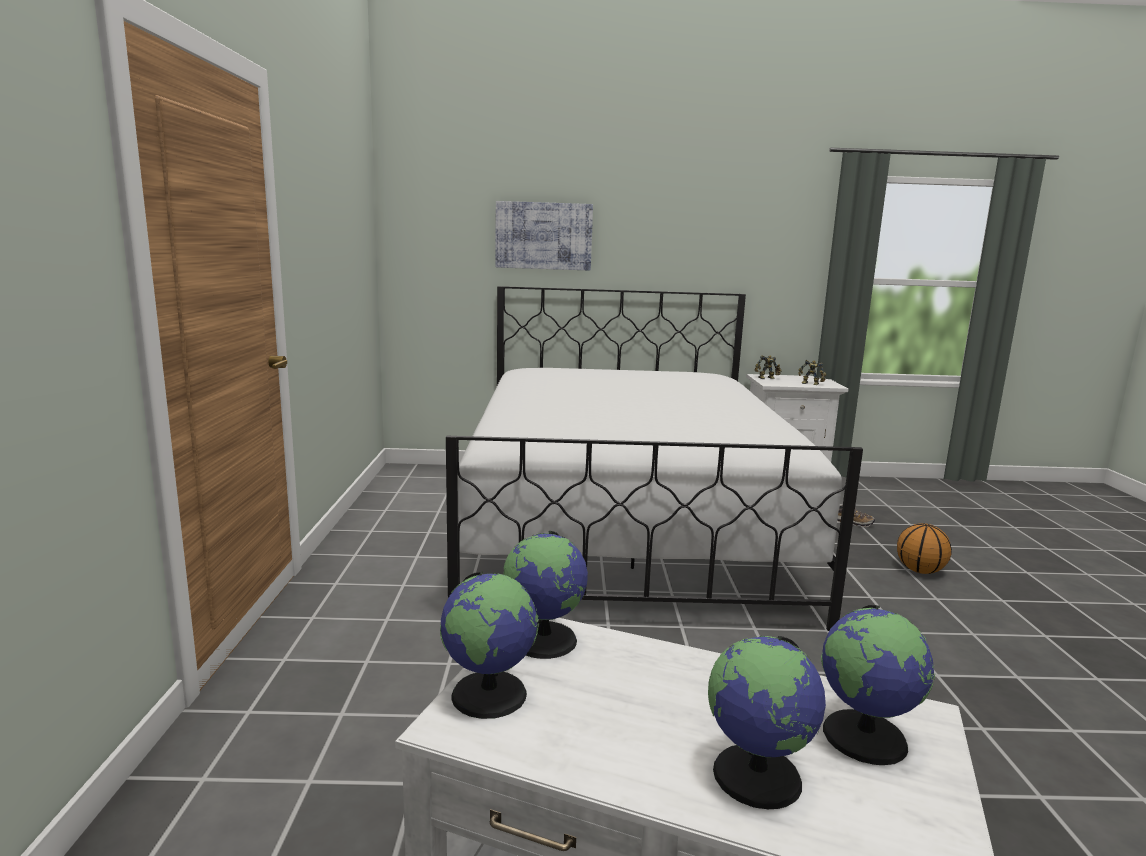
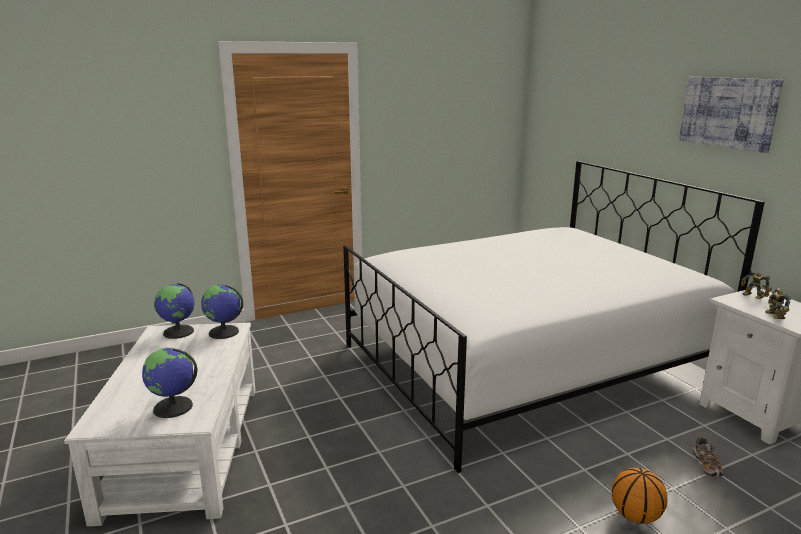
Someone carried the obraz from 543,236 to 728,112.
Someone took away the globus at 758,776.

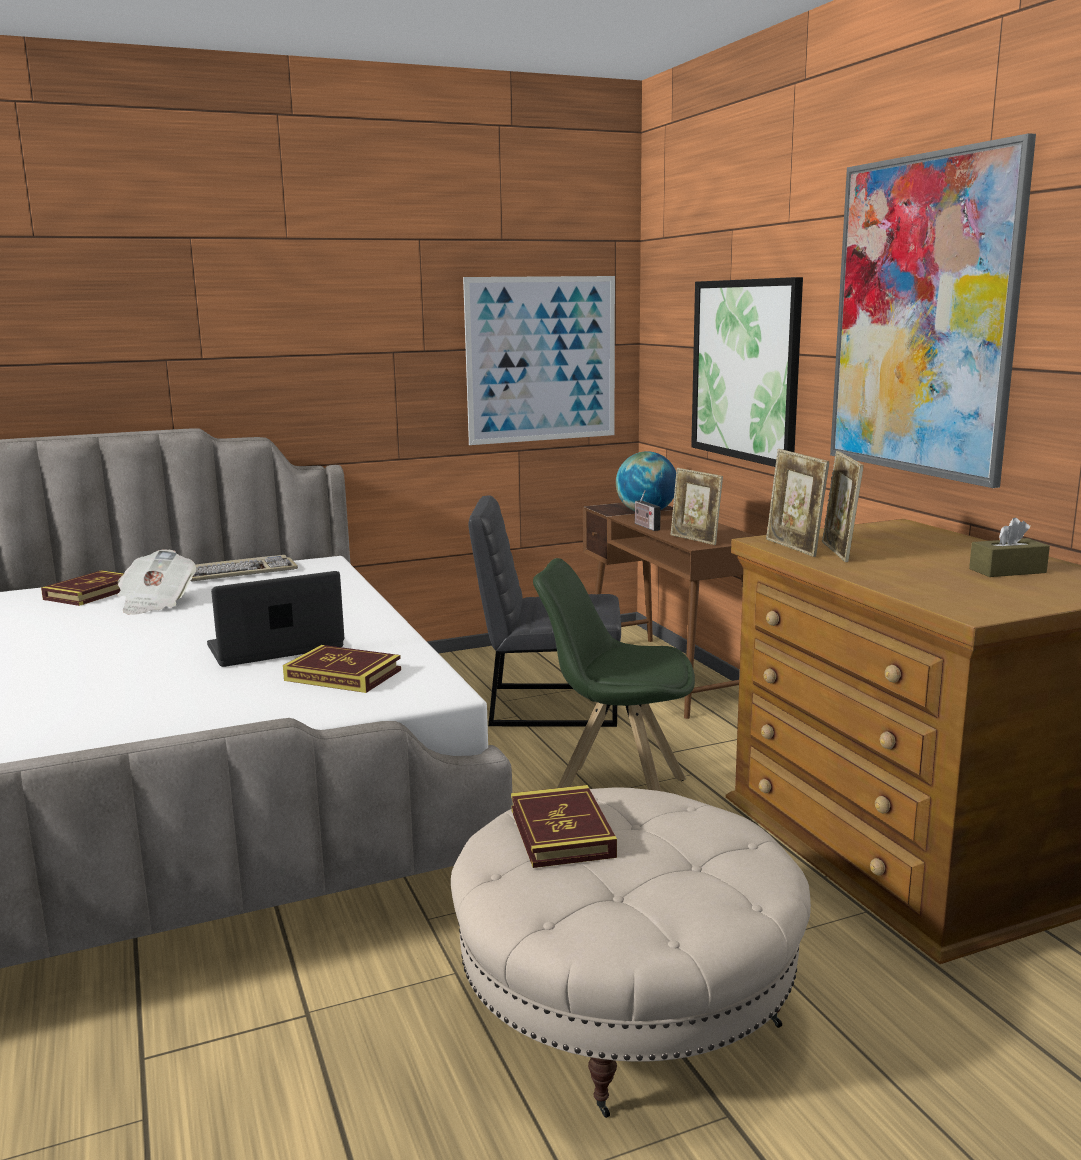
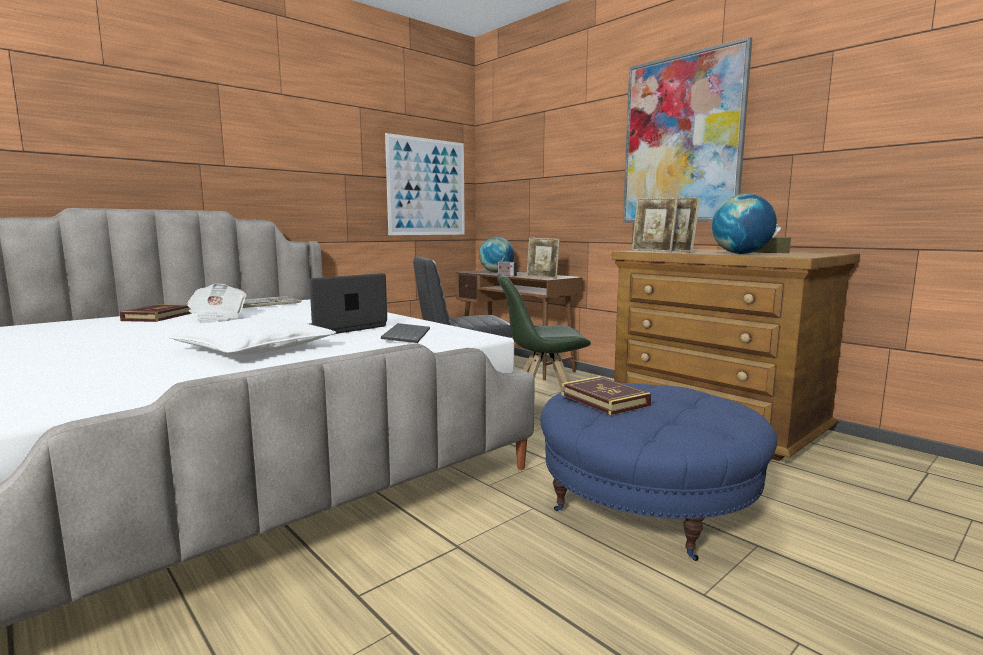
Someone put down the poduszka [biały] at 255,349.
Someone swapped the książka at 343,675 for the klawiatura at 405,335.
Someone repainted the pufa [beżowy] at 626,1003, which became the pufa [niebieski] at 647,504.
Someone put down the globus at 741,253.
Someone took away the obraz at 745,370.

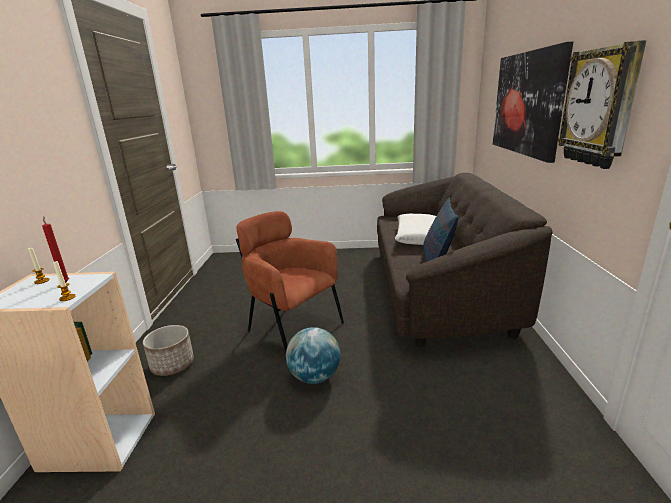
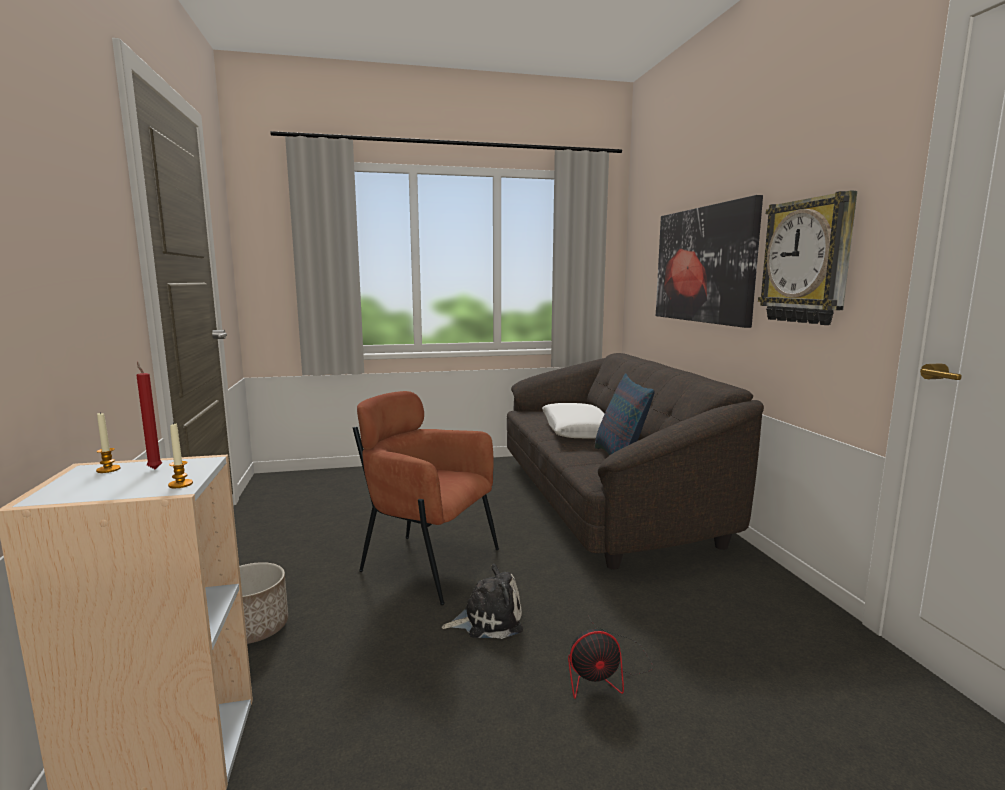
Someone swapped the globus at 315,377 for the pluszak at 488,620.
Someone put down the wentylator at 605,672.

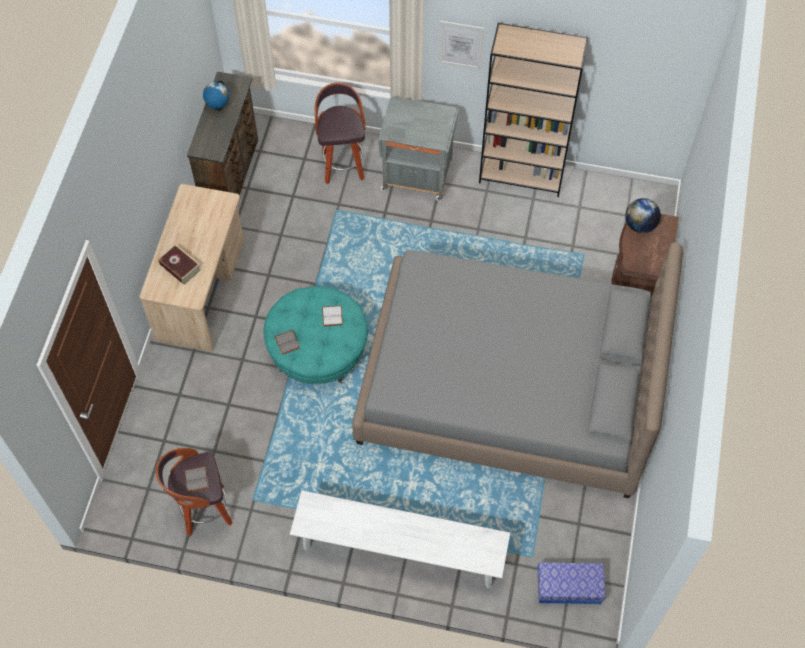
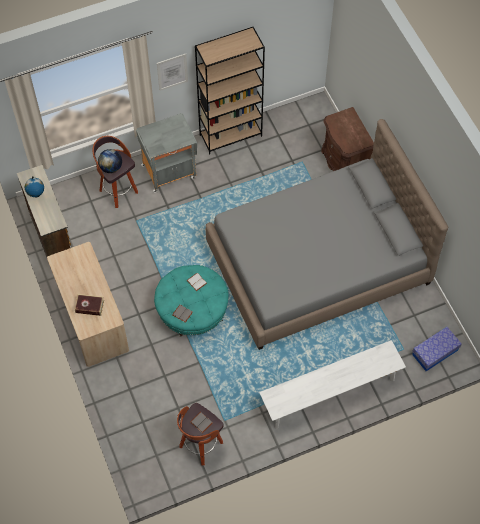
Someone carried the globus from 640,225 to 111,167.

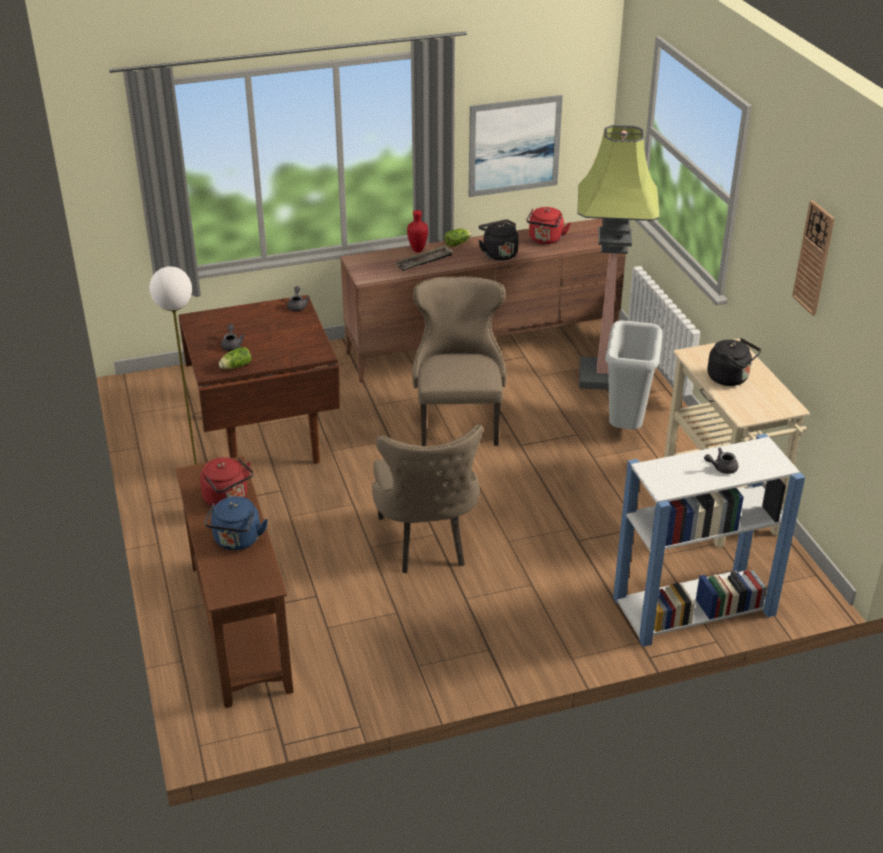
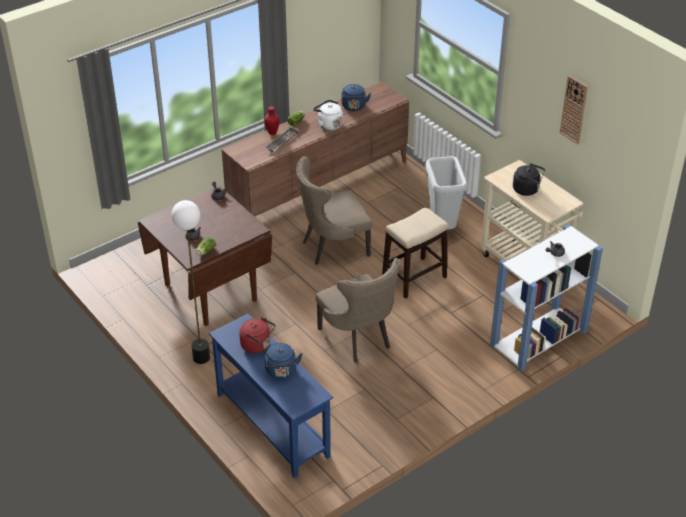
Someone repainted the stolik konsolowy [brązowy] at 239,627, which became the stolik konsolowy [niebieski] at 272,425.
Someone rotated the krzesło [beżowy] at 458,420 by 90 degrees counterclockwise.
Someone repainted the czajnik [czarny] at 498,254, which became the czajnik [biały] at 328,124.
Someone repainted the czajnik [czerwony] at 545,240, which became the czajnik [niebieski] at 354,107.
Someone put down the stołek at 413,278.
Someone took away the obraz at 514,146.
Someone took away the lampa stojąca at 603,376.

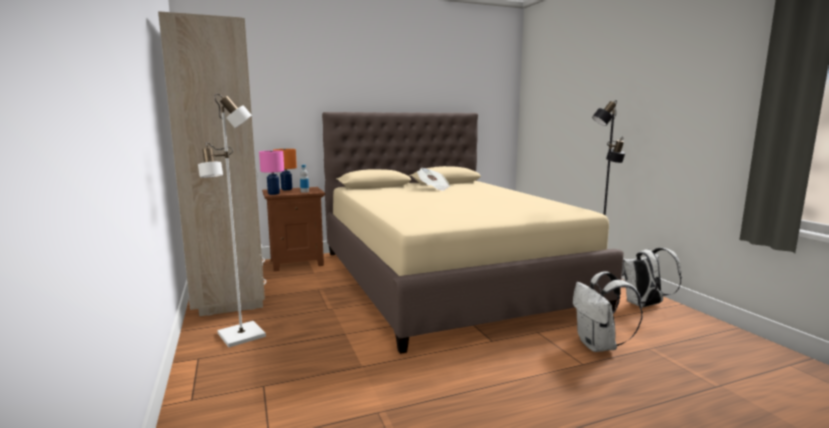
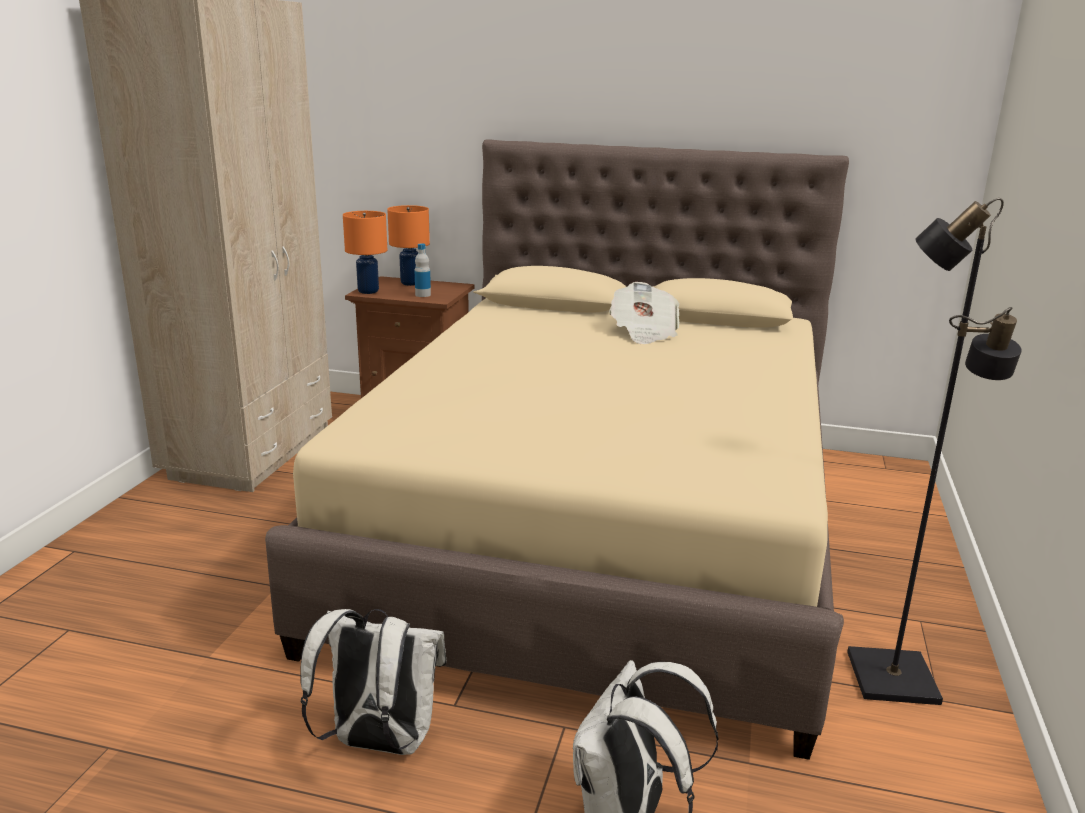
Someone carried the plecak [biały] from 644,305 to 378,743.
Someone repainted the lampa stołowa [różowy] at 273,194, which became the lampa stołowa [pomarańczowy] at 367,292.
Someone took away the lampa stojąca [biały] at 241,335.

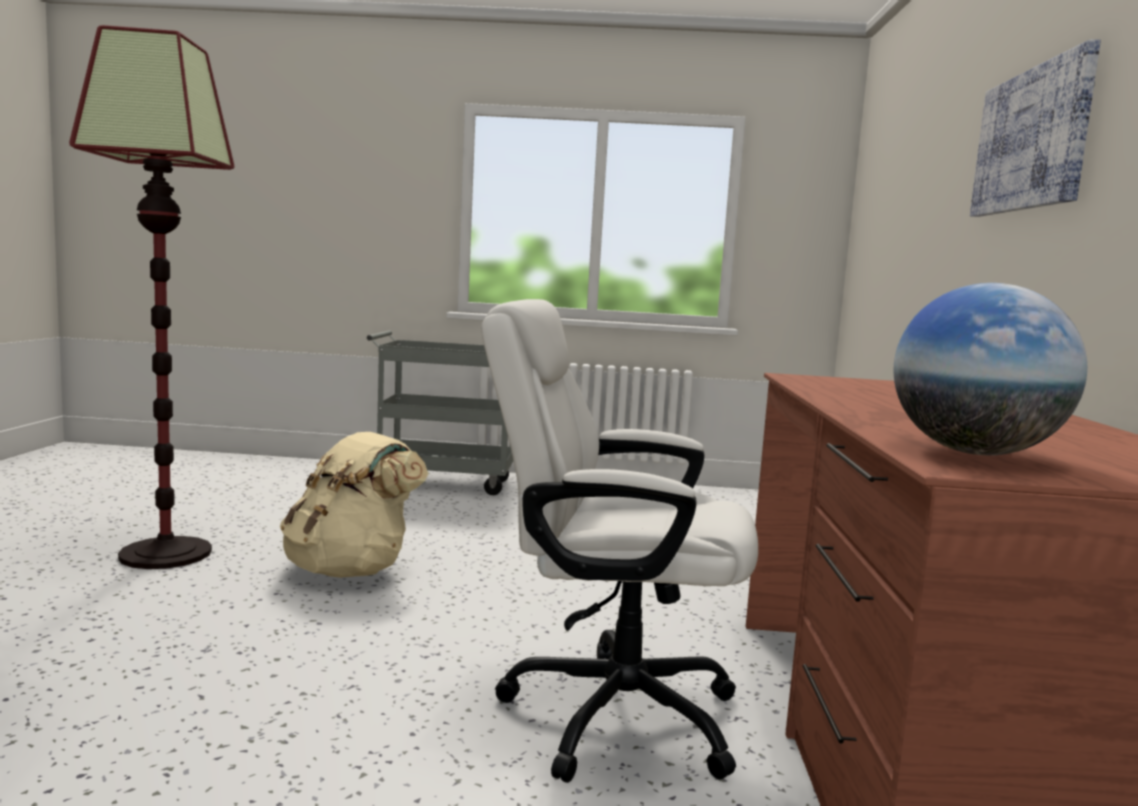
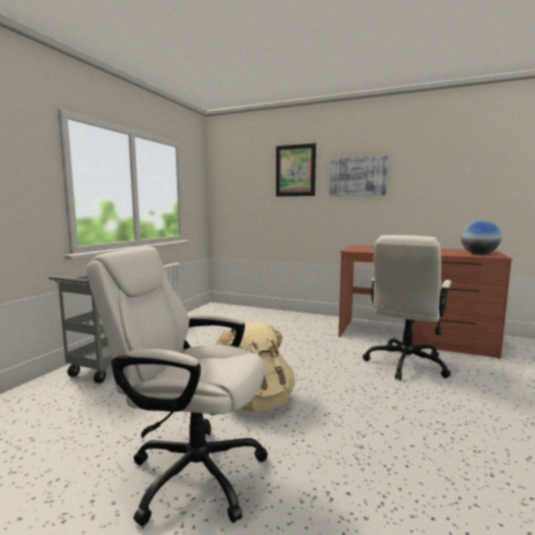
Someone swapped the lampa stojąca at 167,553 for the krzesło biurowe [biały] at 190,473.
Someone put up the obraz at 295,170.

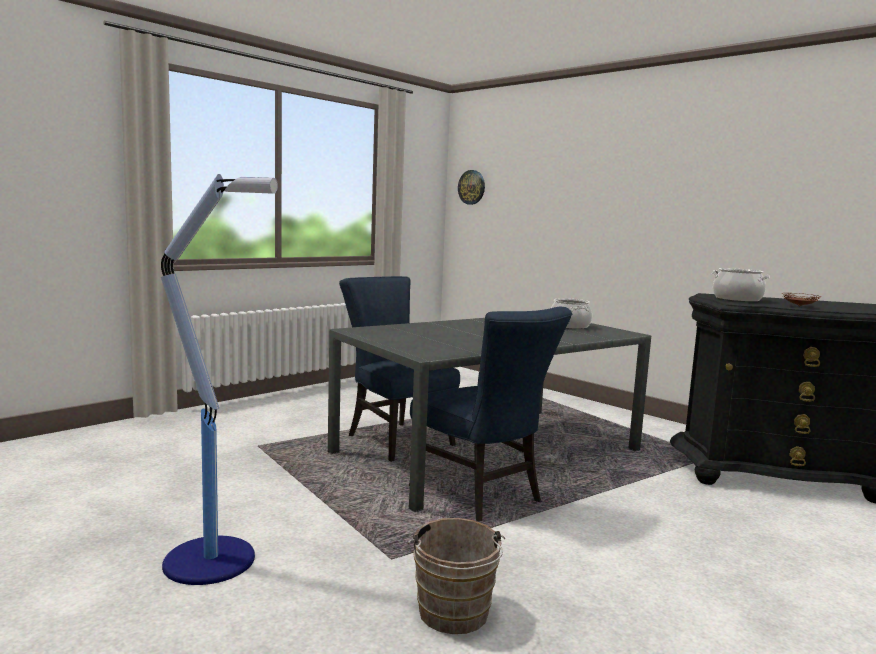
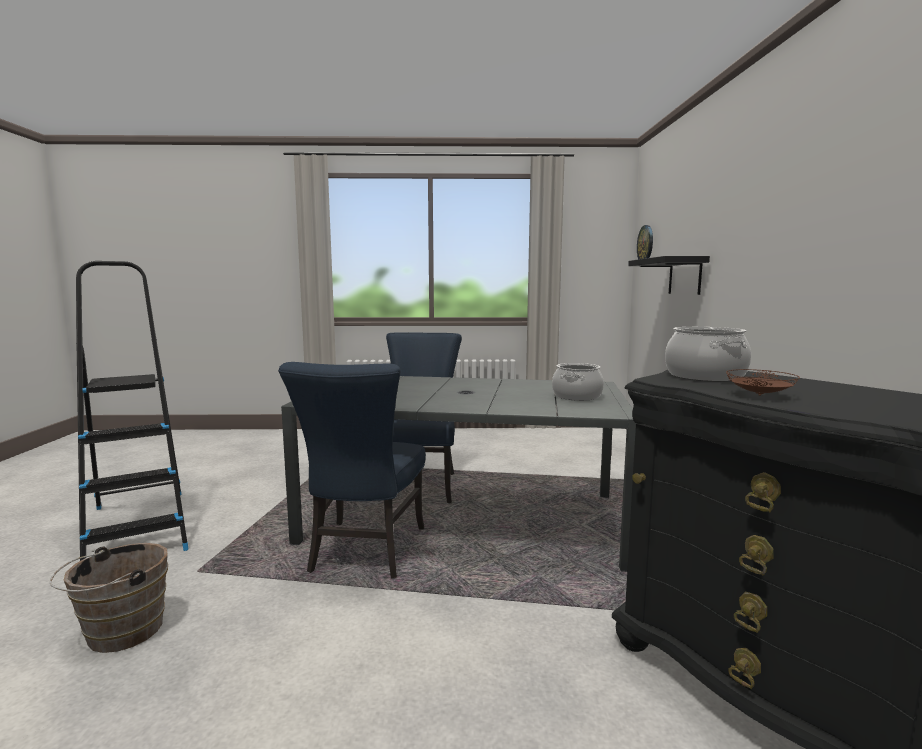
Someone swapped the lampa stojąca at 213,561 for the drabinka [czarny] at 139,527.
Someone put up the półka [czarny] at 685,276.

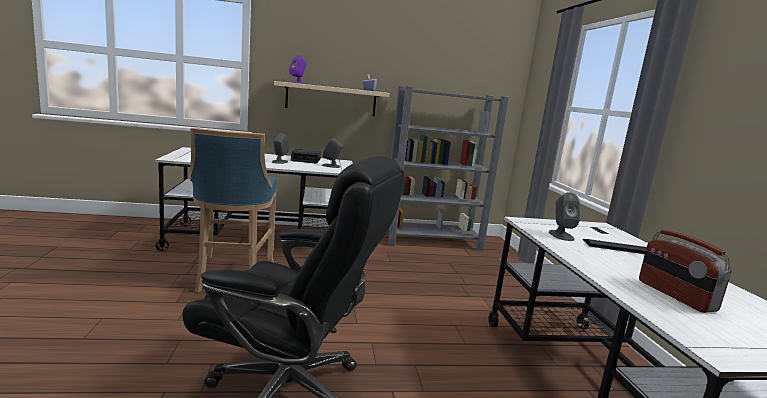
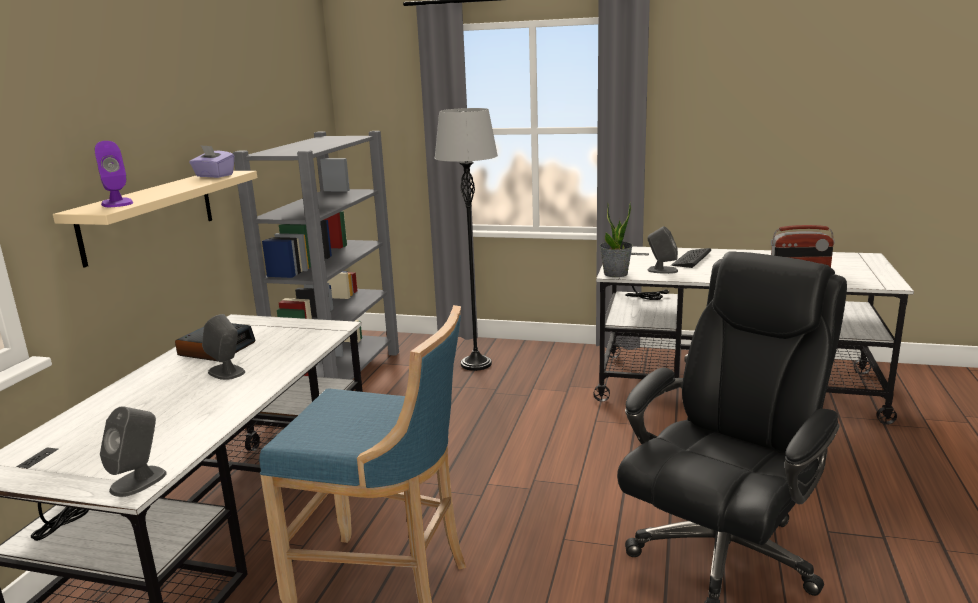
Someone carried the głośnik [szary] from 331,166 to 139,481.
Someone put down the lampa stojąca [szary] at 476,364.
Someone put down the roślina doniczkowa at 615,274.

